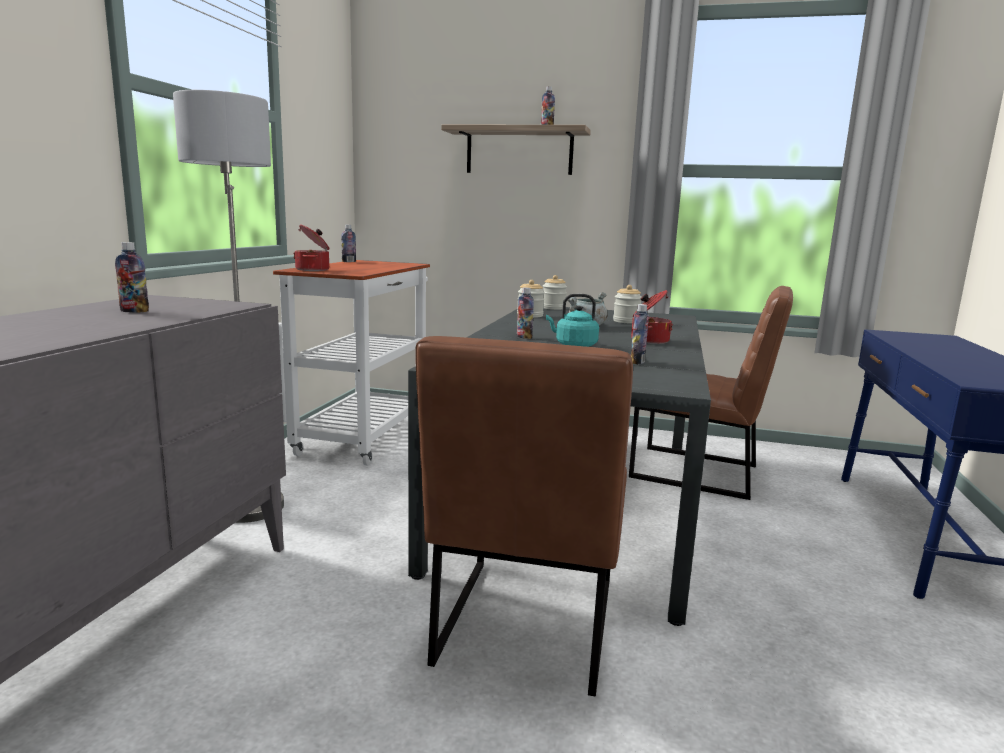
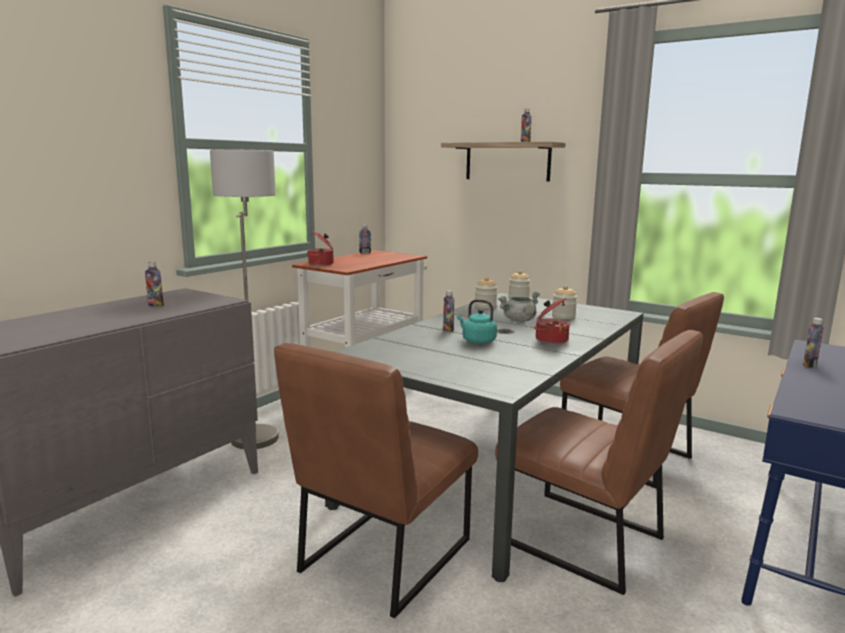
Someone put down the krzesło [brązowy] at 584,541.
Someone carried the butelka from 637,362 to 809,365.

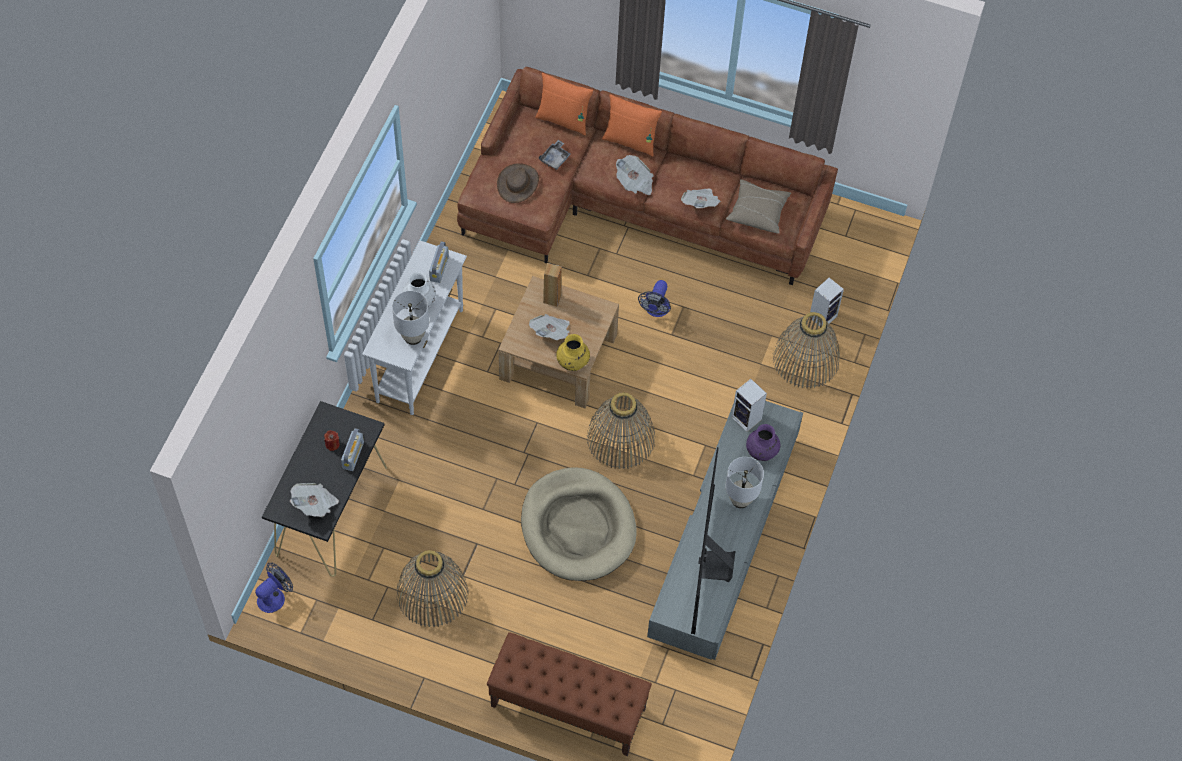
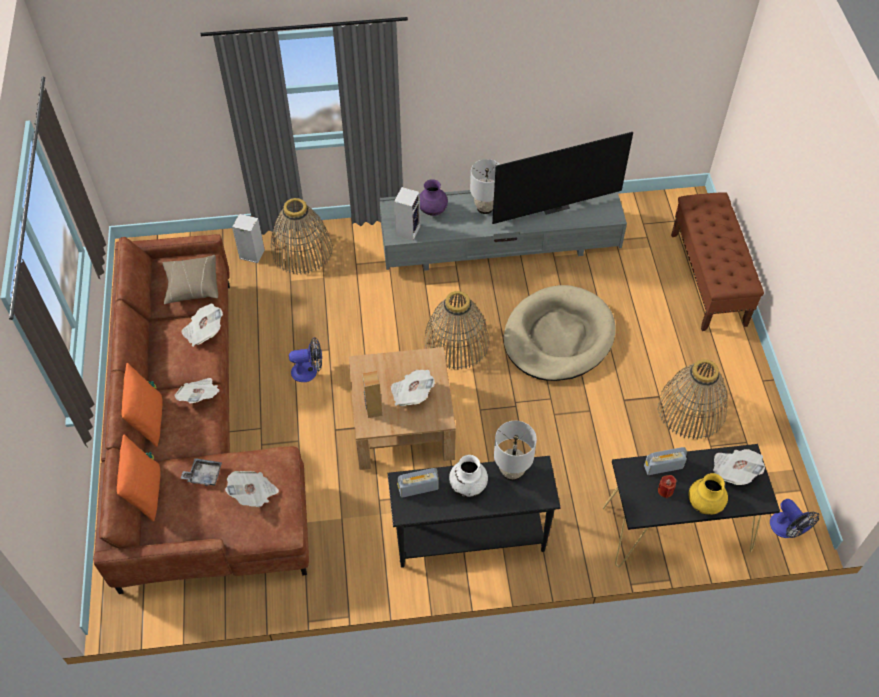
Someone swapped the kapelusz [brązowy] at 518,183 for the gazeta at 254,494.
Someone repainted the stolik konsolowy [biały] at 419,354, which became the stolik konsolowy [czarny] at 469,541.
Someone carried the wazon [żółty] from 572,362 to 704,504.
Someone rotated the wentylator at 275,596 by 135 degrees counterclockwise.

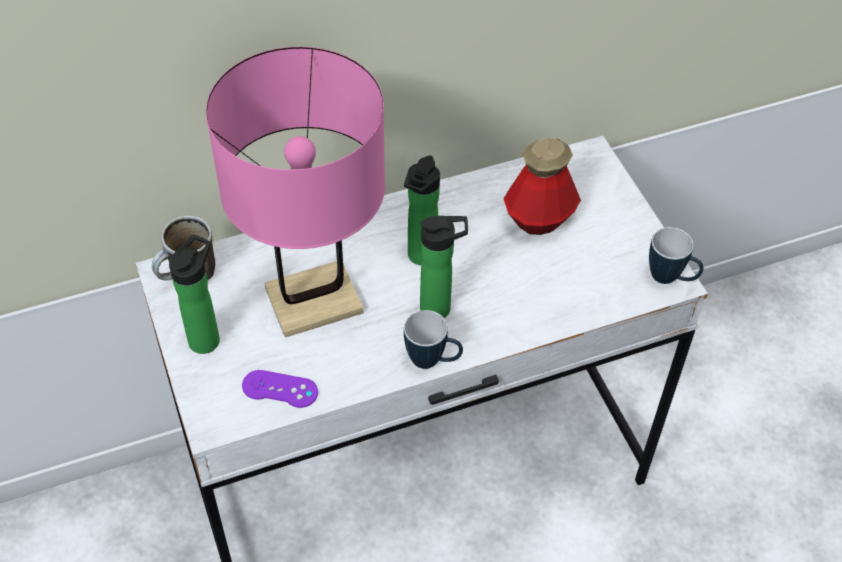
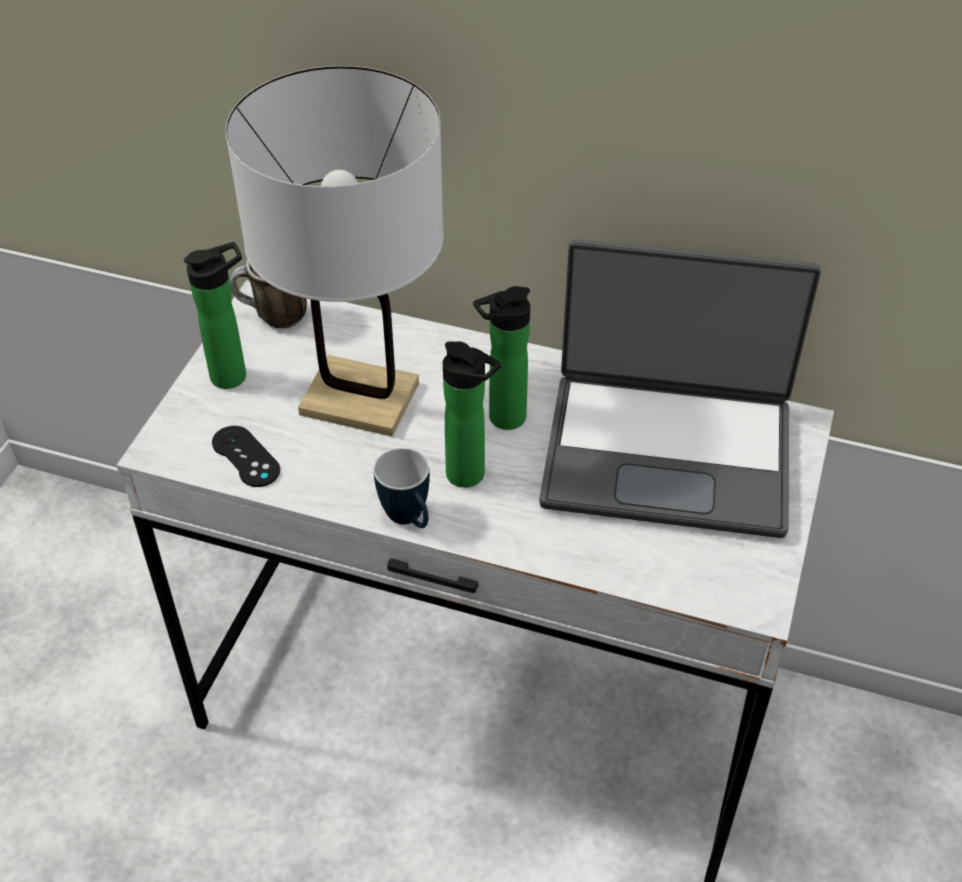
Someone repainted the pad do gier [fioletowy] at 280,389, which became the pad do gier [czarny] at 245,456.
Someone repainted the lampa stołowa [różowy] at 313,301, which became the lampa stołowa [biały] at 359,399.
Someone swapped the butelka at 539,219 for the laptop at 668,452.
Someone took away the kubek at 670,279.

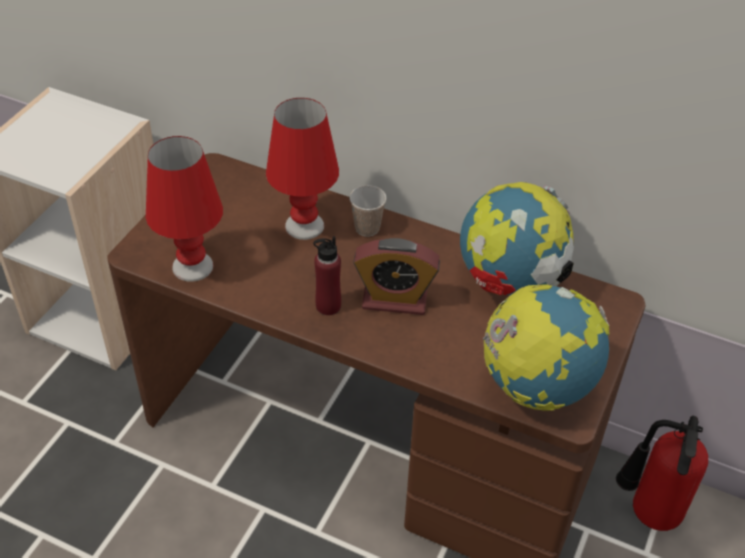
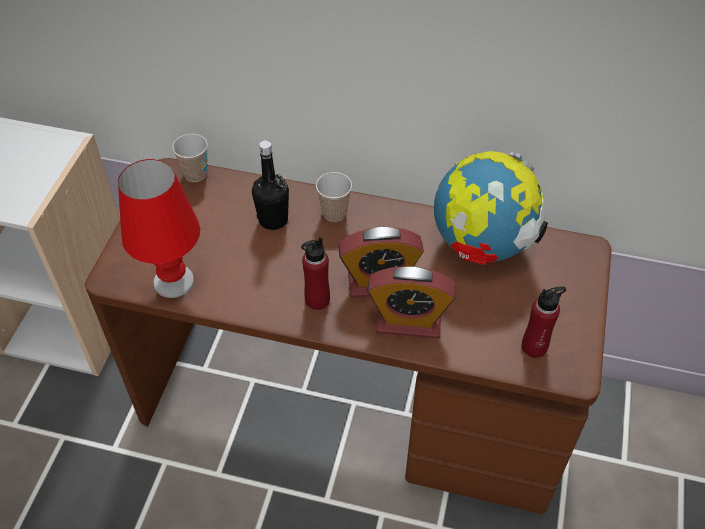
Someone put down the filiżanka at 195,174.
Someone swapped the lampa stołowa [czerwony] at 304,225 for the butelka [czarny] at 273,220.
Someone put down the budzik at 408,322.
Someone swapped the globus at 536,385 for the butelka [czerwony] at 534,347.
Someone took away the gaśnica at 647,513.

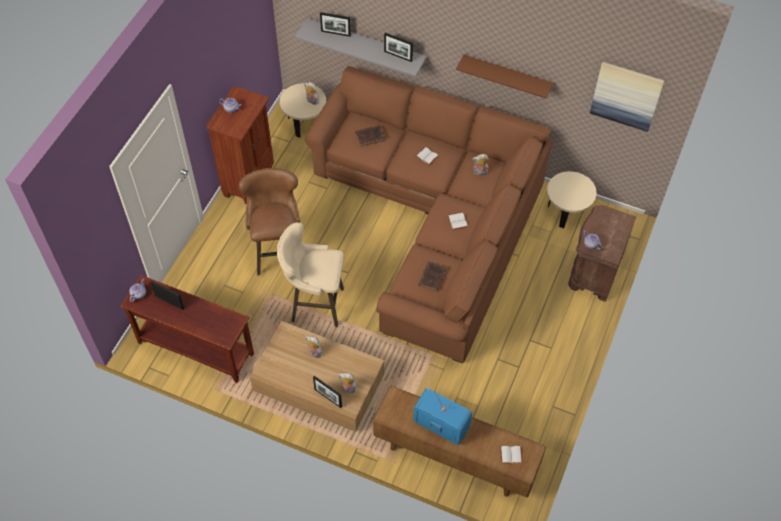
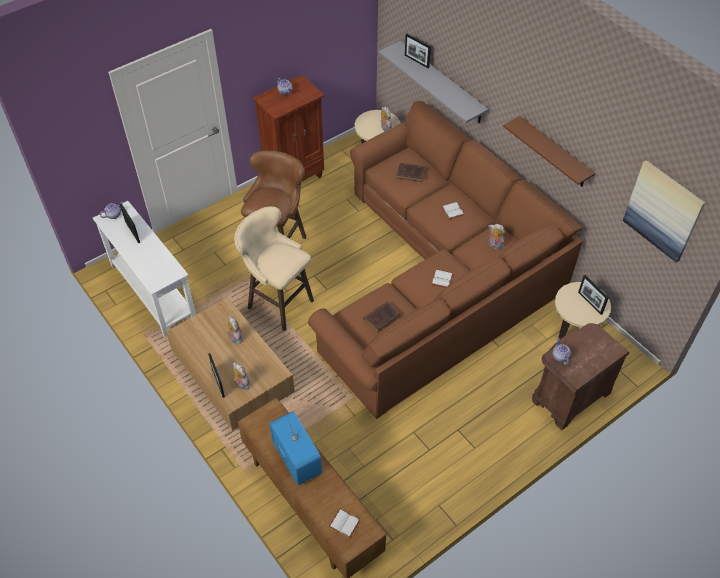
Someone repainted the stolik konsolowy [brązowy] at 195,348, which became the stolik konsolowy [biały] at 153,292.
Someone carried the ramka na zdjęcie from 398,56 to 590,303.

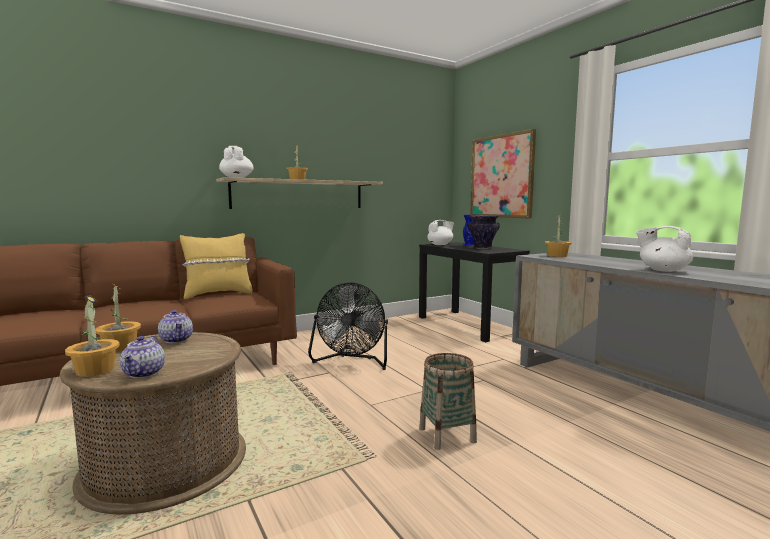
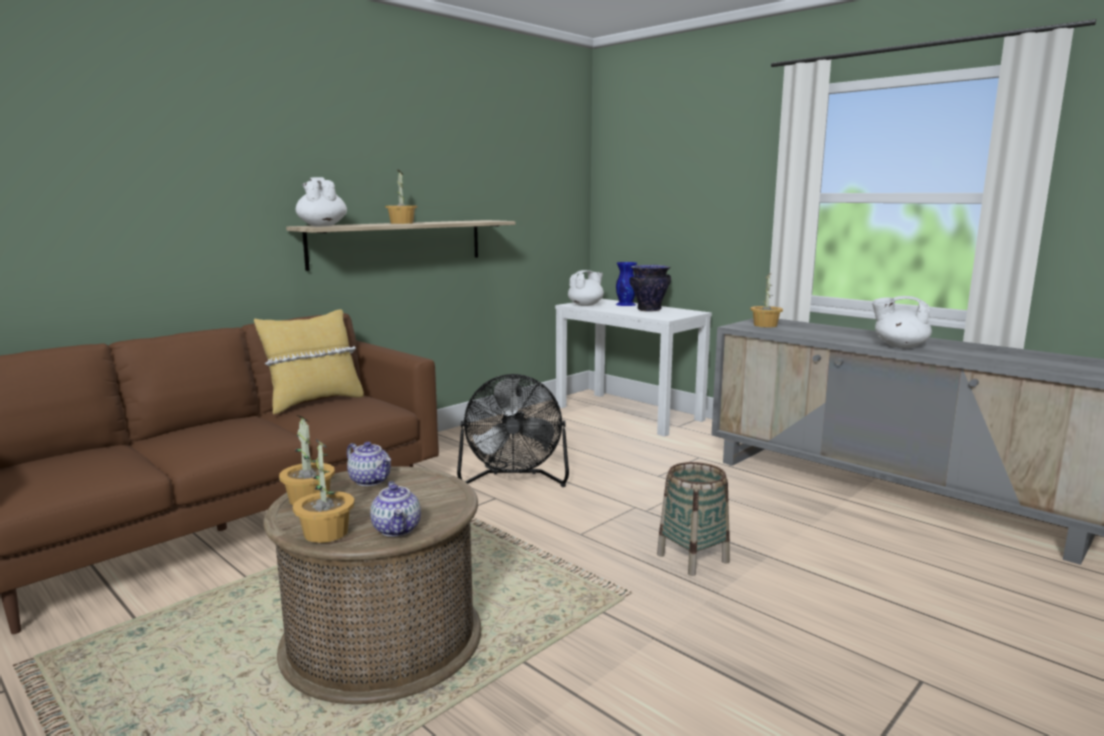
Someone repainted the stolik konsolowy [czarny] at 468,325, which became the stolik konsolowy [biały] at 629,413.
Someone took away the obraz at 501,176.

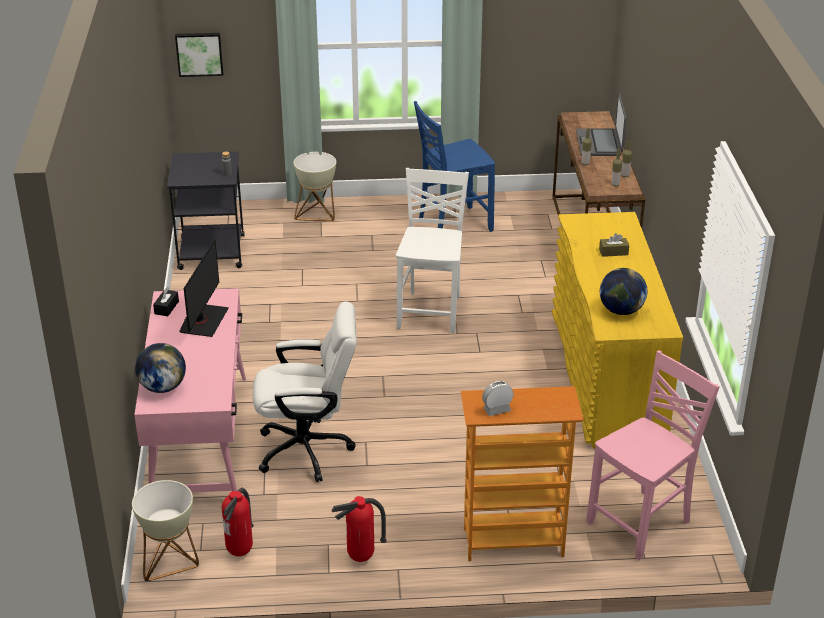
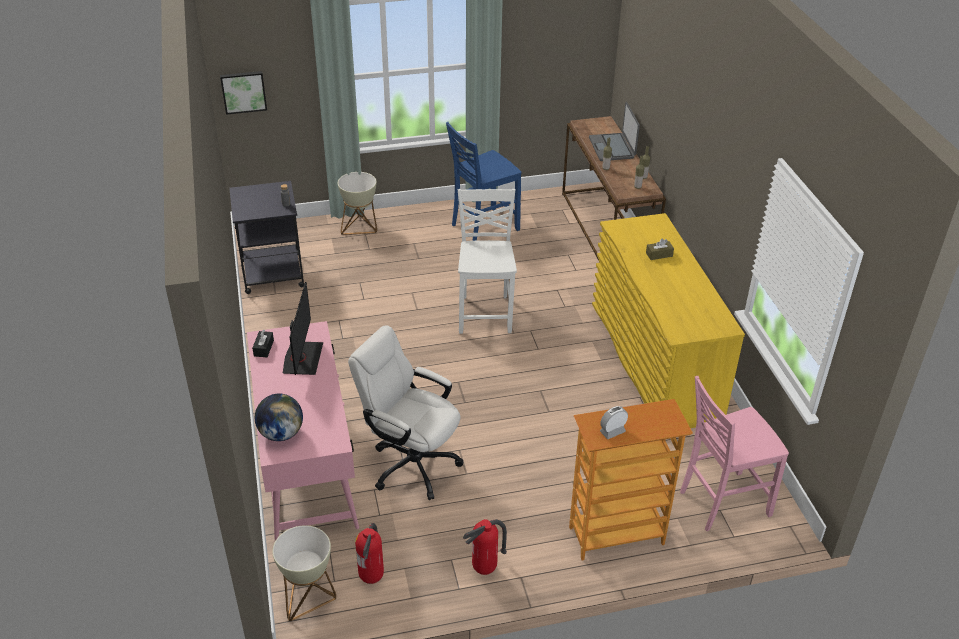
Someone rotated the krzesło biurowe [biały] at 309,450 by 135 degrees counterclockwise.
Someone rotated the krzesło [różowy] at 641,523 by 150 degrees counterclockwise.
Someone took away the globus at 621,310.

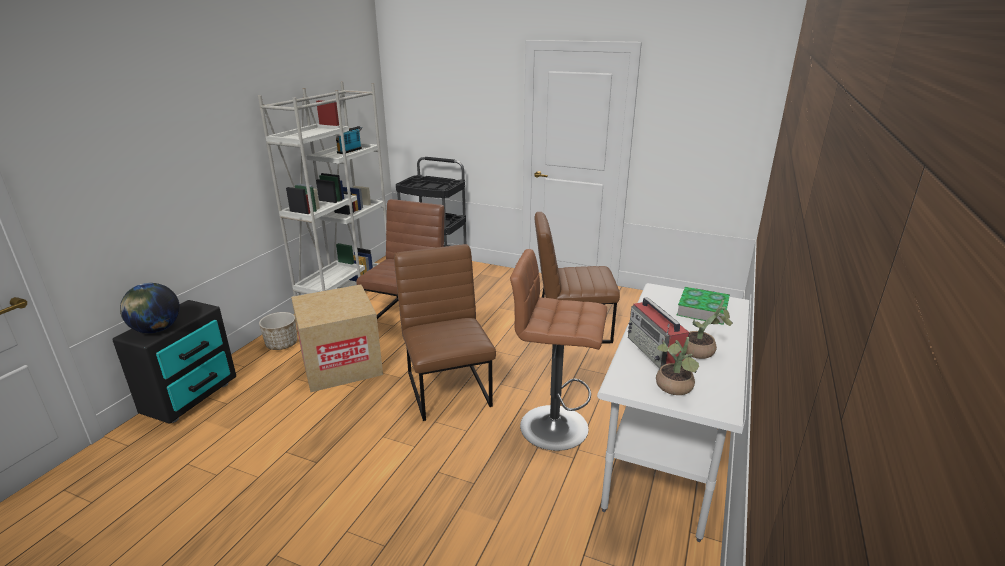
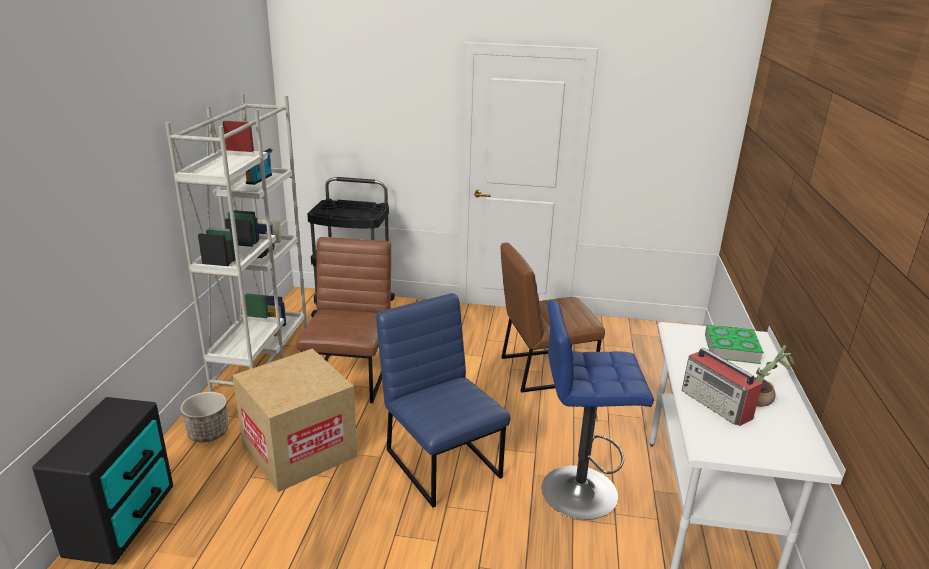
Someone repainted the krzesło [brązowy] at 448,387, which became the krzesło [niebieski] at 442,461.
Someone repainted the stołek [brązowy] at 553,426, which became the stołek [niebieski] at 578,491.
Someone took away the globus at 156,329.
Someone took away the roślina doniczkowa at 674,389.

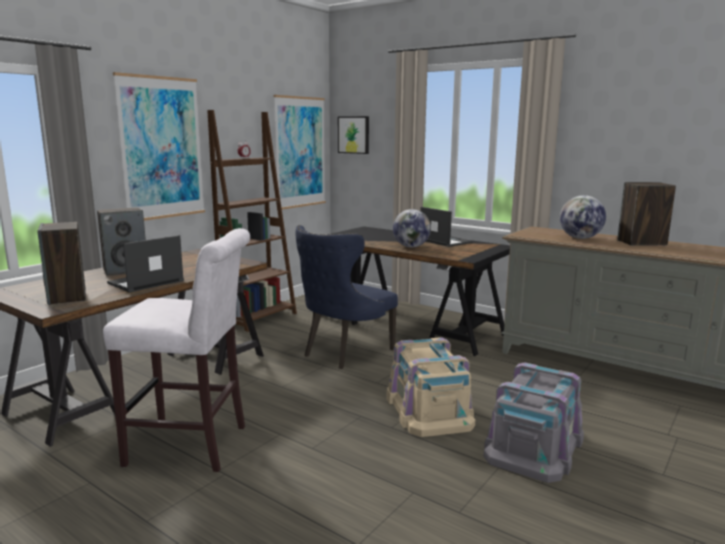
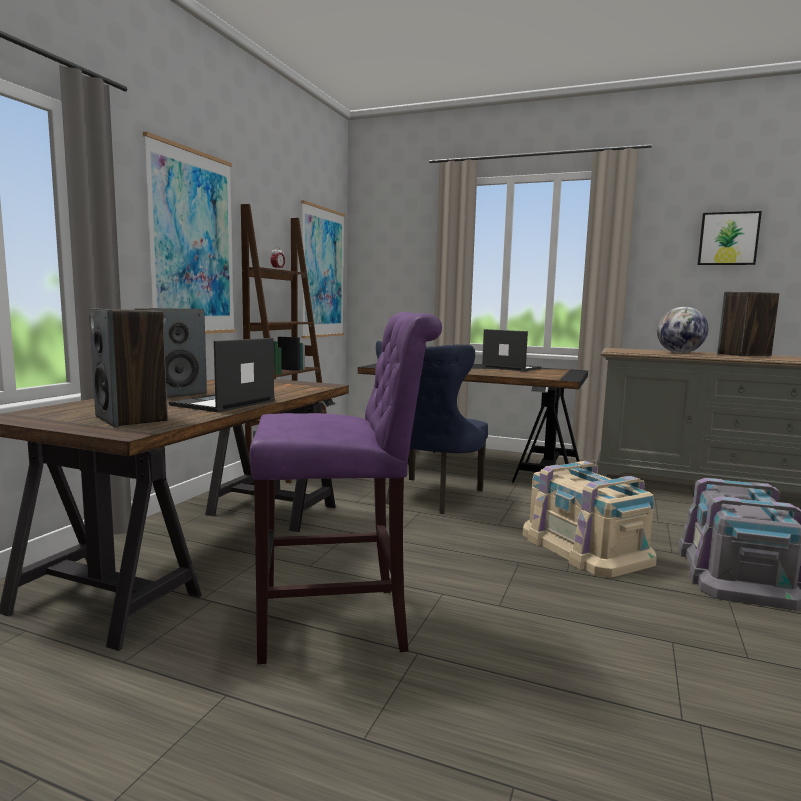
Someone repainted the stołek [biały] at 193,446, which became the stołek [fioletowy] at 341,622.
Someone carried the obraz from 354,135 to 728,239.
Someone took away the globus at 411,247.

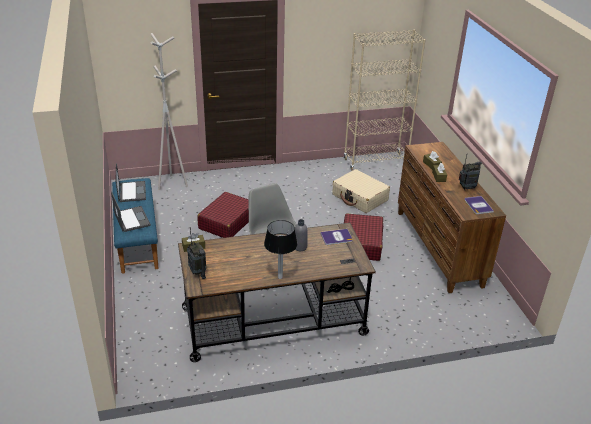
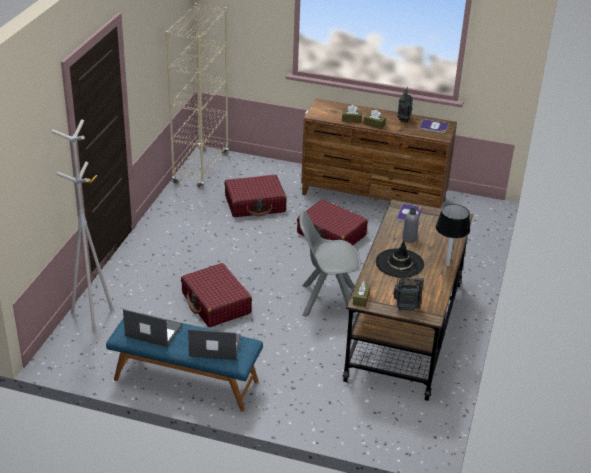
Someone repainted the walizka [beżowy] at 360,198, which became the walizka [czerwony] at 255,204.
Someone put down the kapelusz [czarny] at 399,263.

